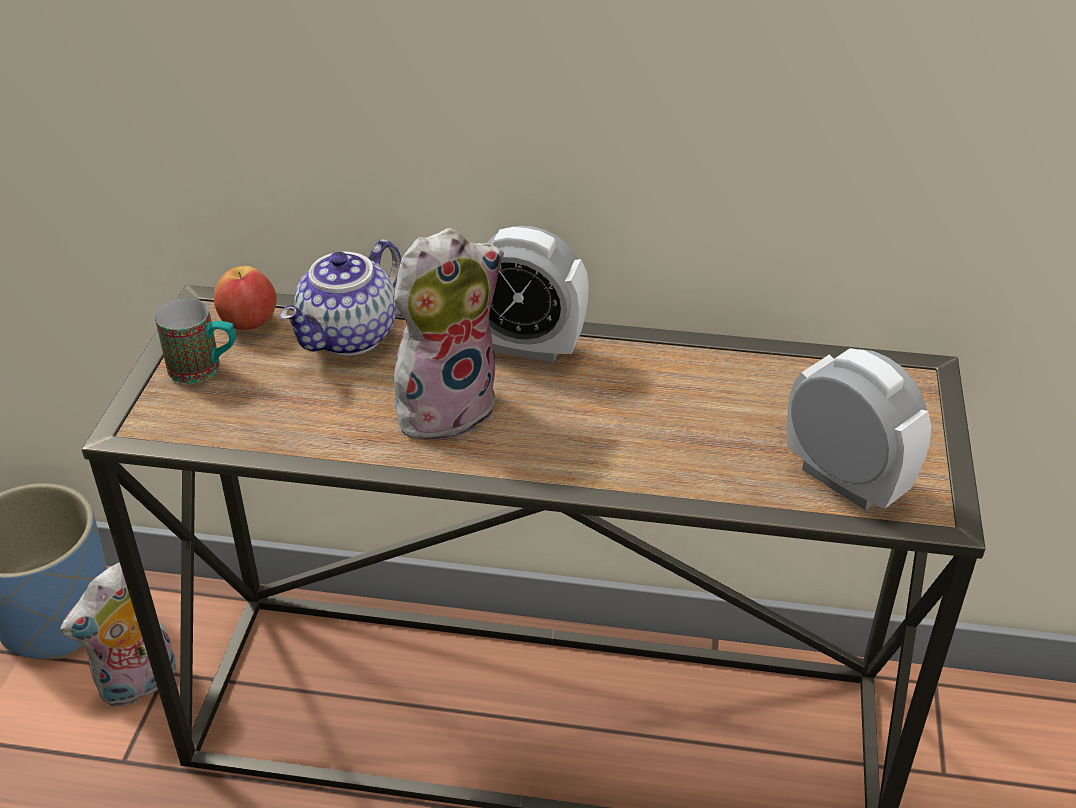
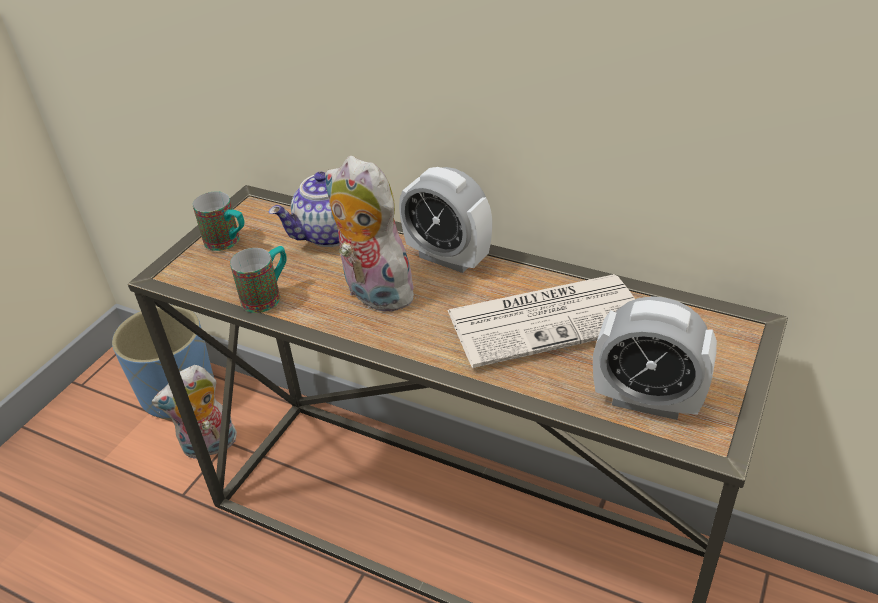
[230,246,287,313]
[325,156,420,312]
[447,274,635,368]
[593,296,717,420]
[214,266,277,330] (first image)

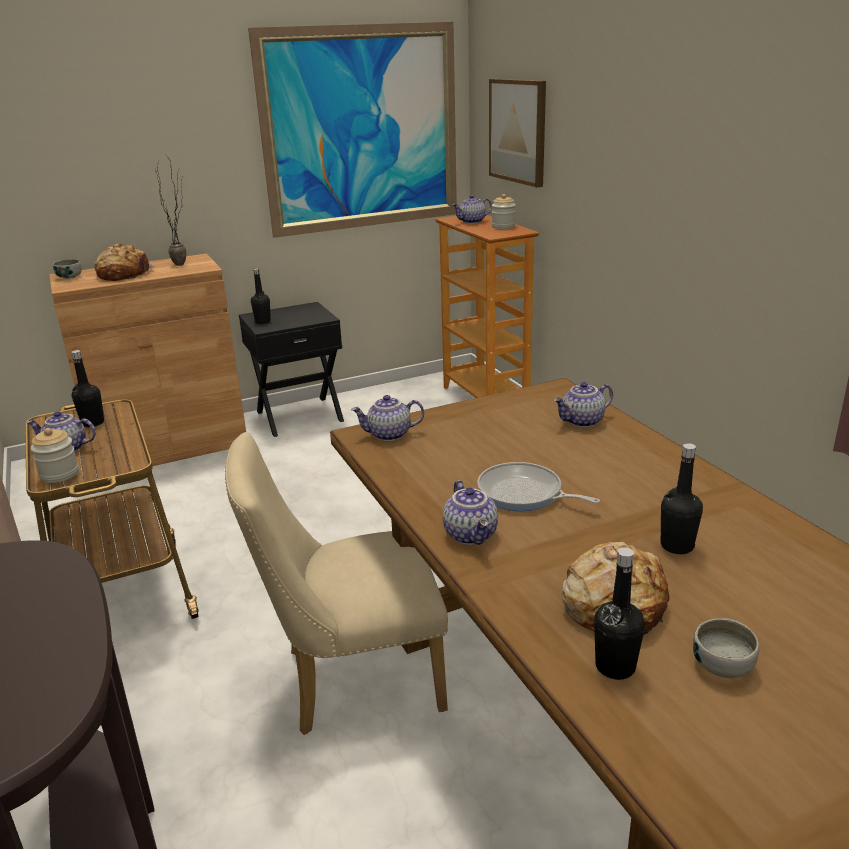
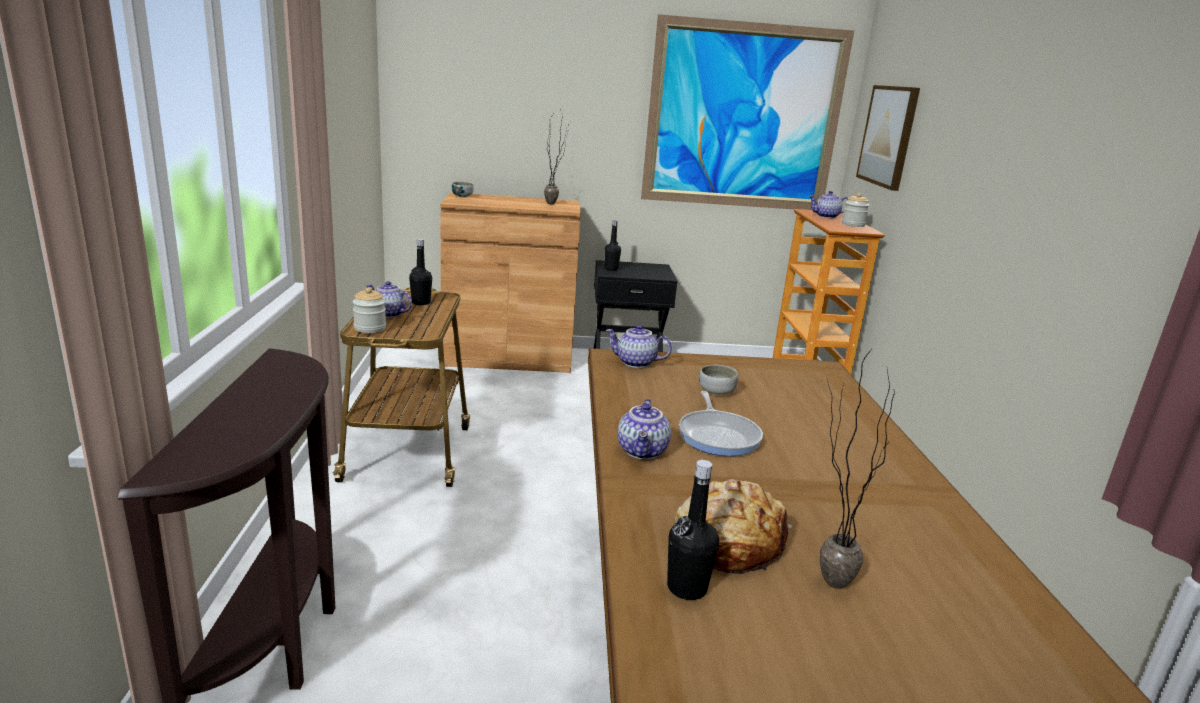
[679,391,763,456]
[699,365,738,395]
[820,349,895,589]
[94,244,157,281] (first image)
[225,432,448,735] (first image)
[553,382,613,428] (first image)
[661,443,703,554] (first image)

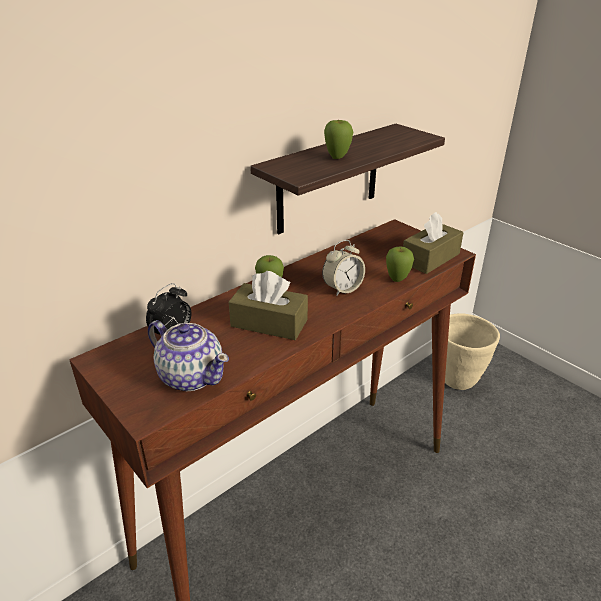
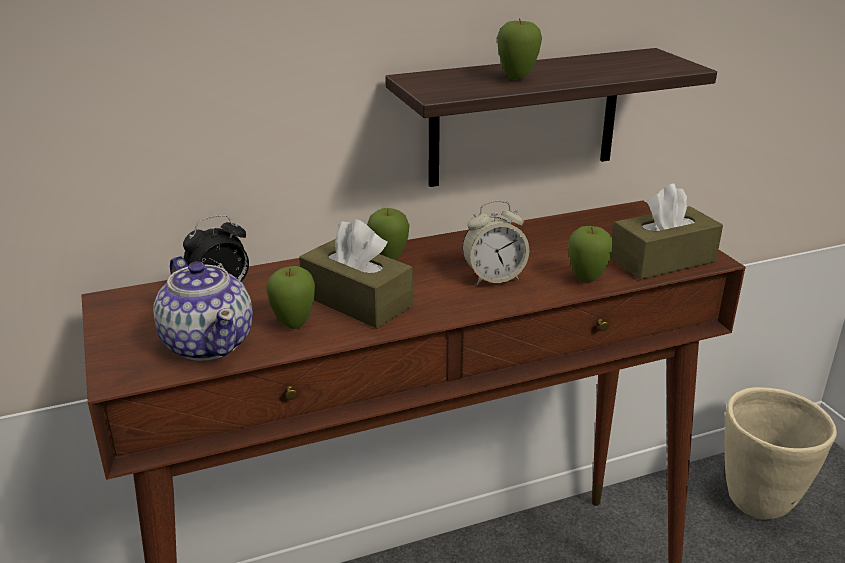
[266,266,315,329]

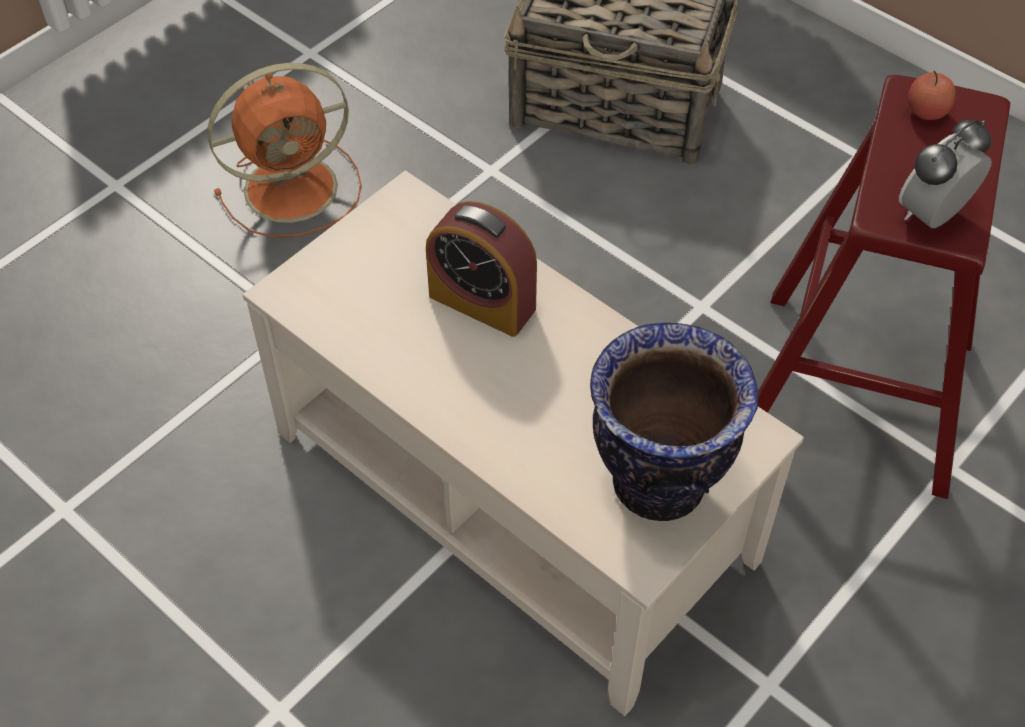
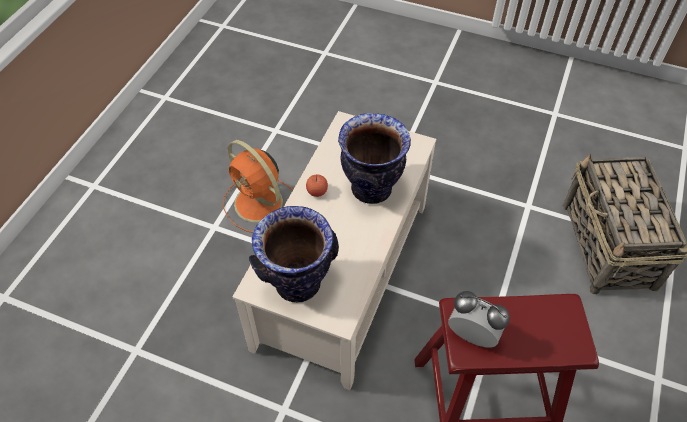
[223,140,293,233]
[306,174,328,197]
[338,113,411,204]

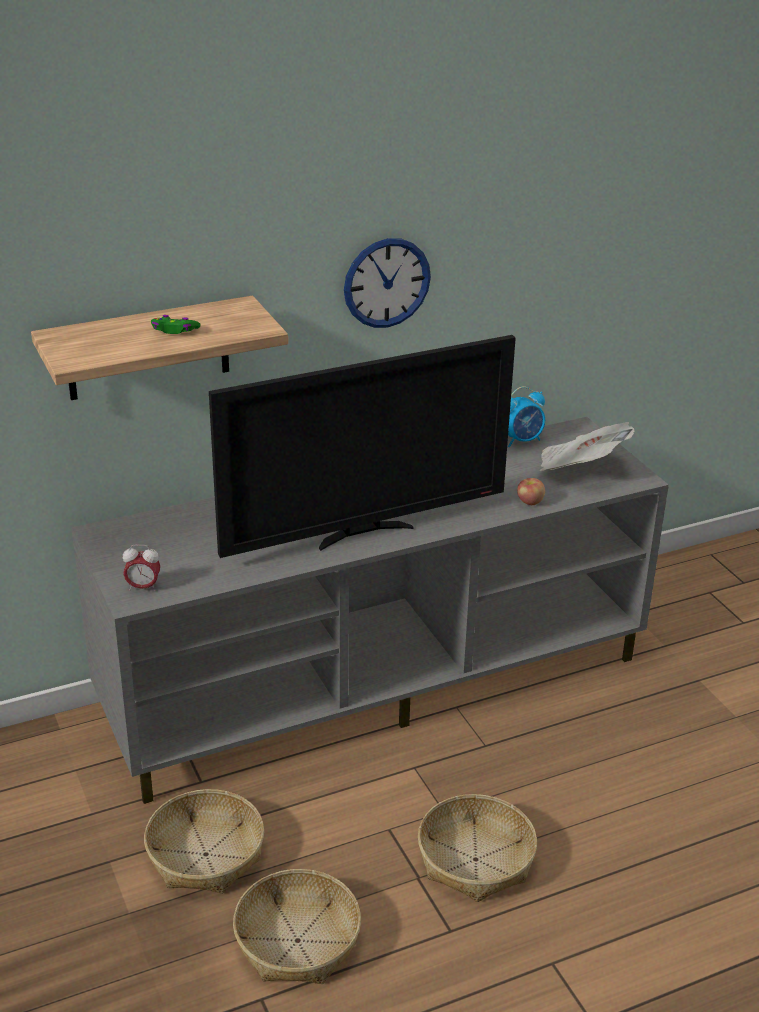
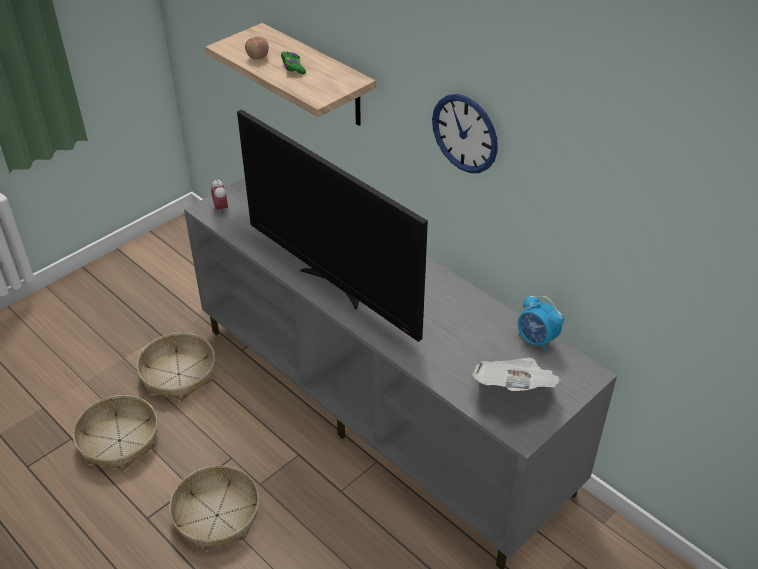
[245,37,269,59]

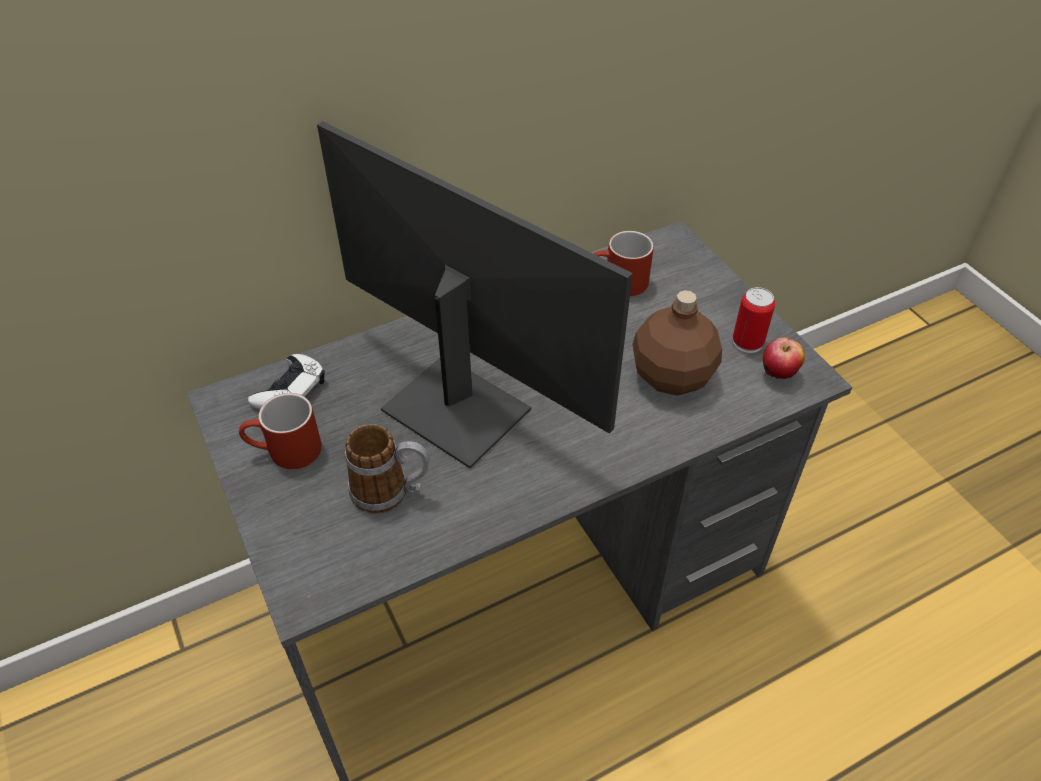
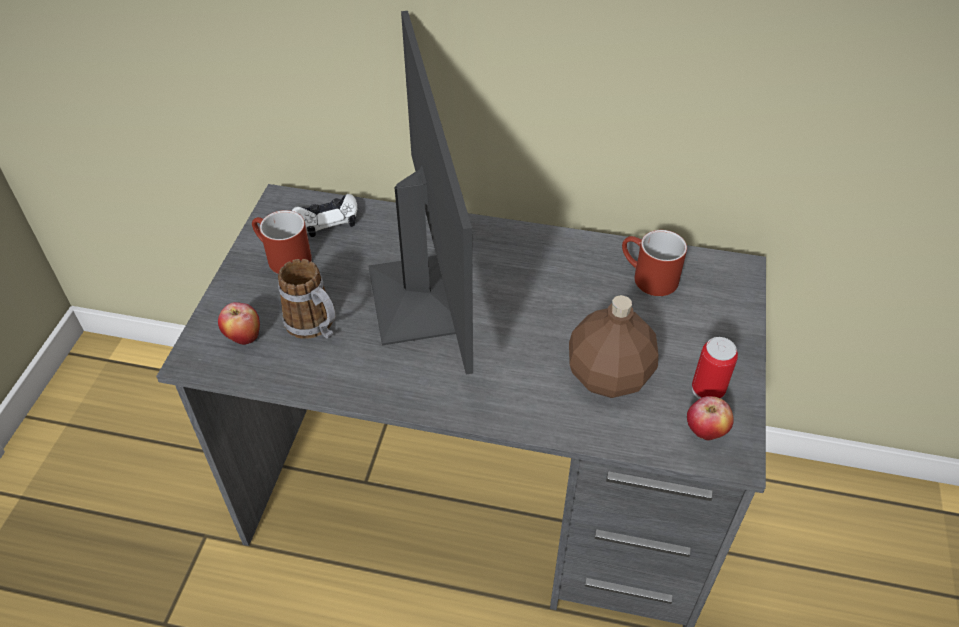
[218,302,260,345]

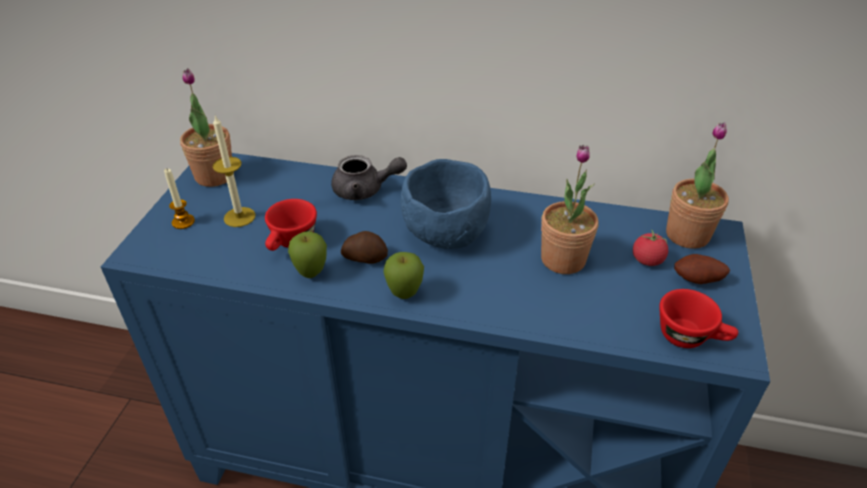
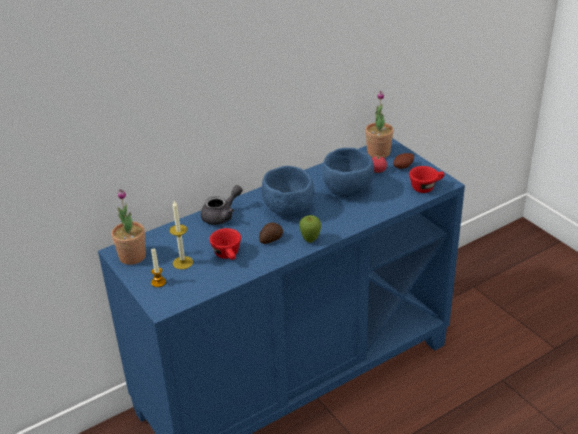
[322,148,374,198]
[288,232,327,278] (first image)

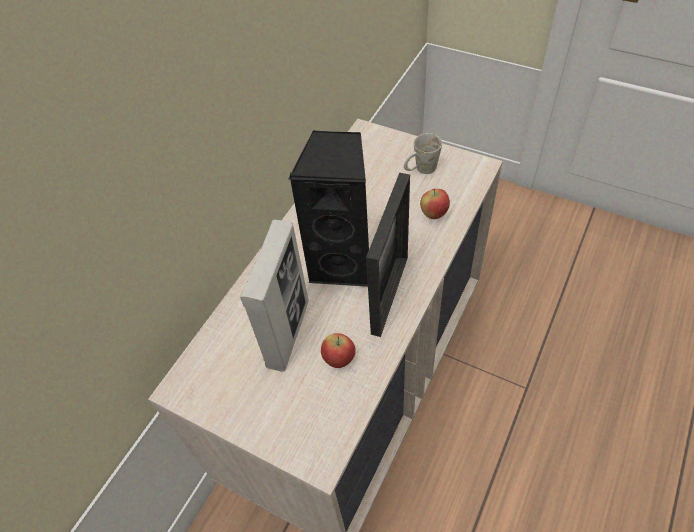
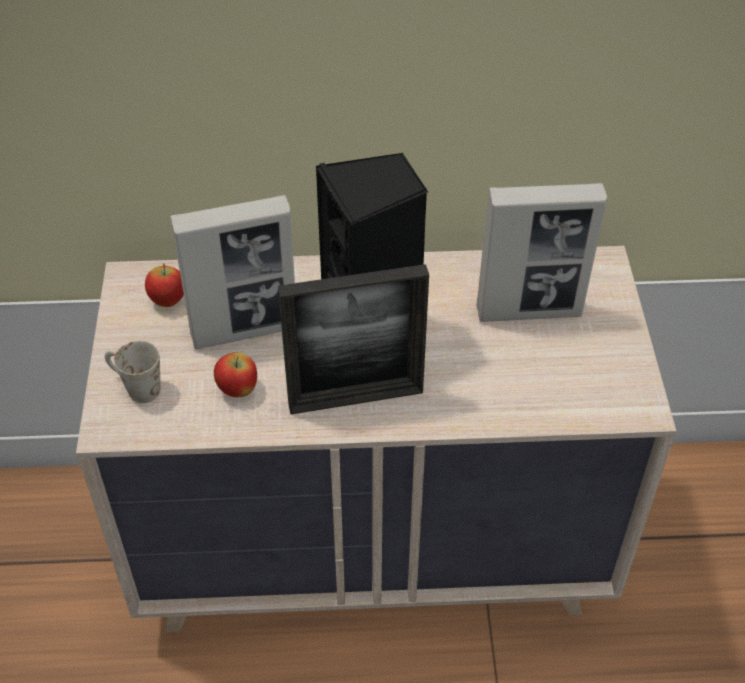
[105,341,161,403]
[145,263,184,307]
[476,183,607,322]

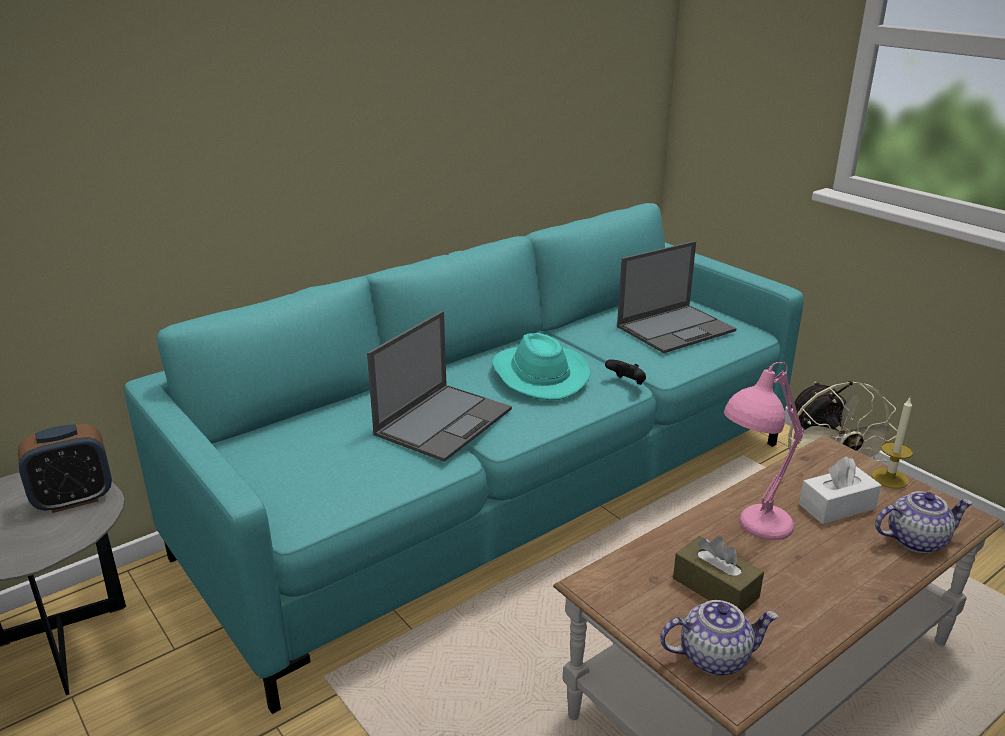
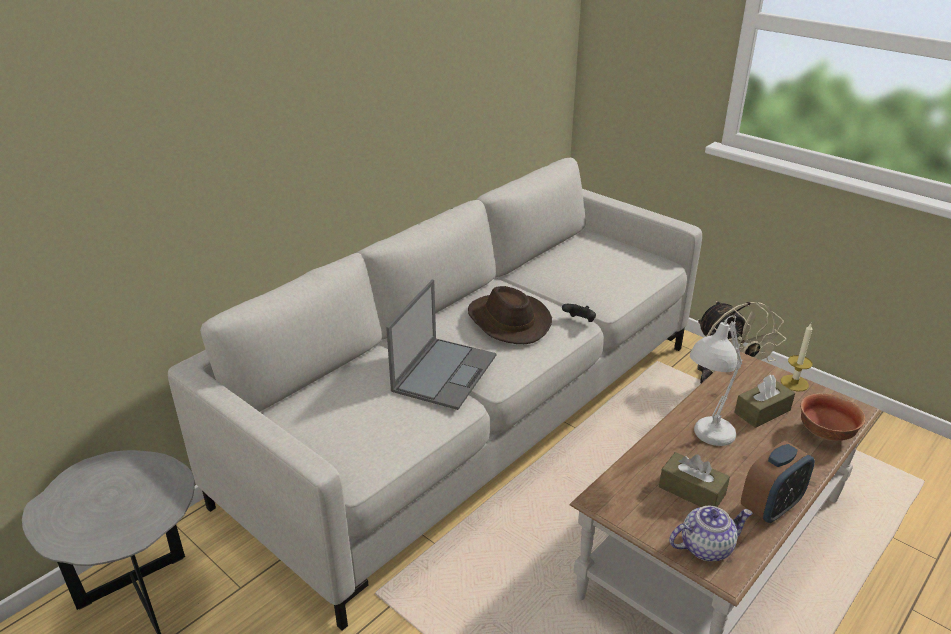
[168,158,702,631]
[468,286,552,344]
[690,316,743,446]
[734,374,795,428]
[741,441,815,523]
[800,393,865,441]
[617,241,737,353] (first image)

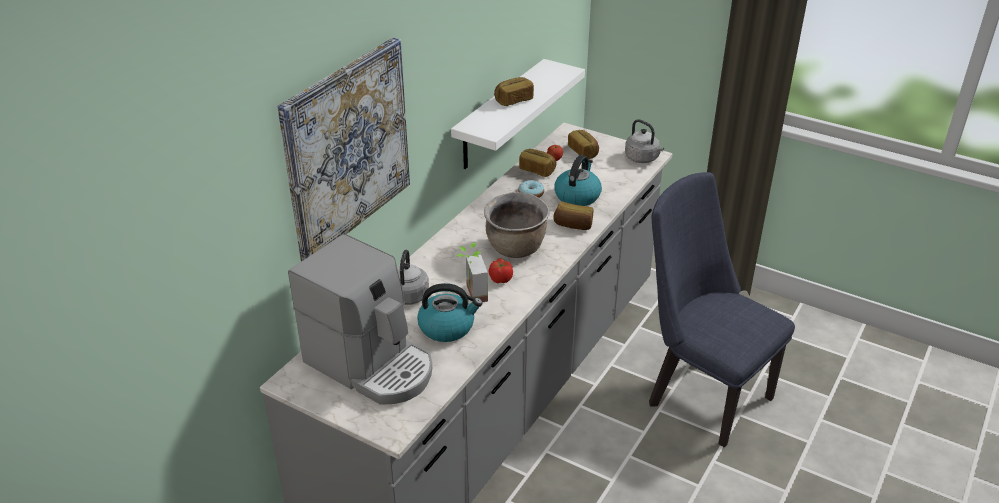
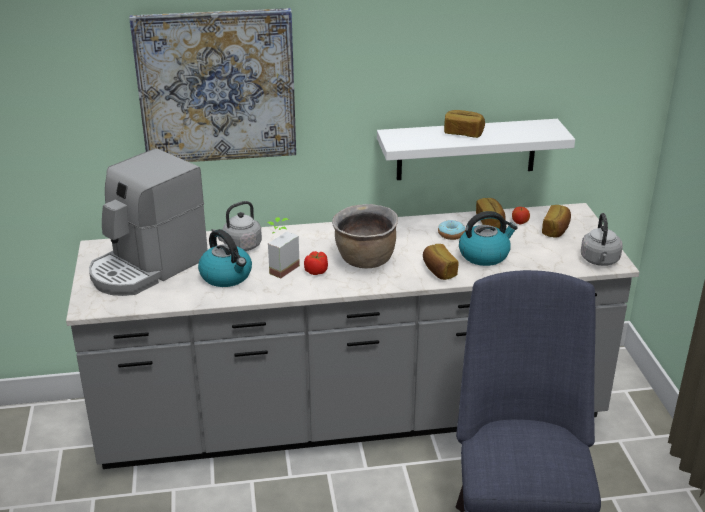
[89,148,208,296]

